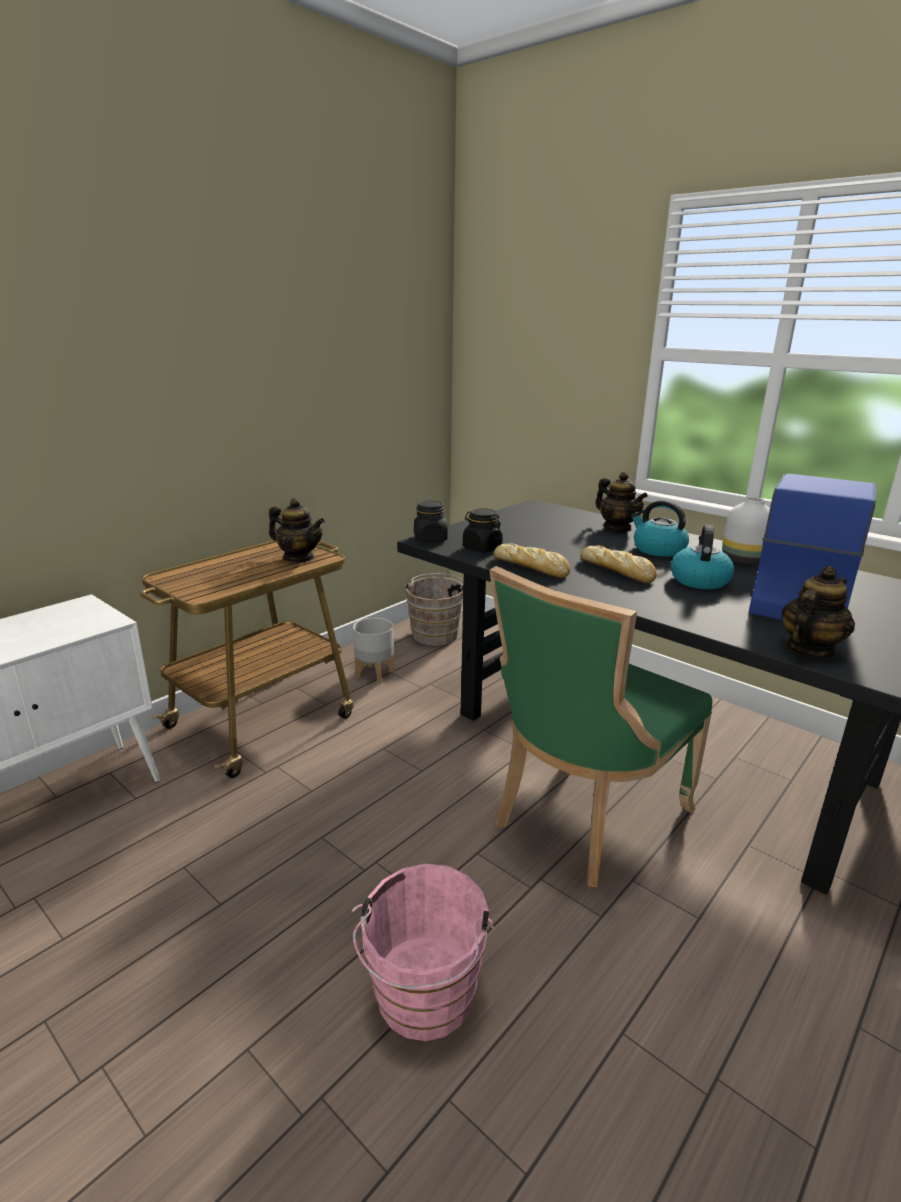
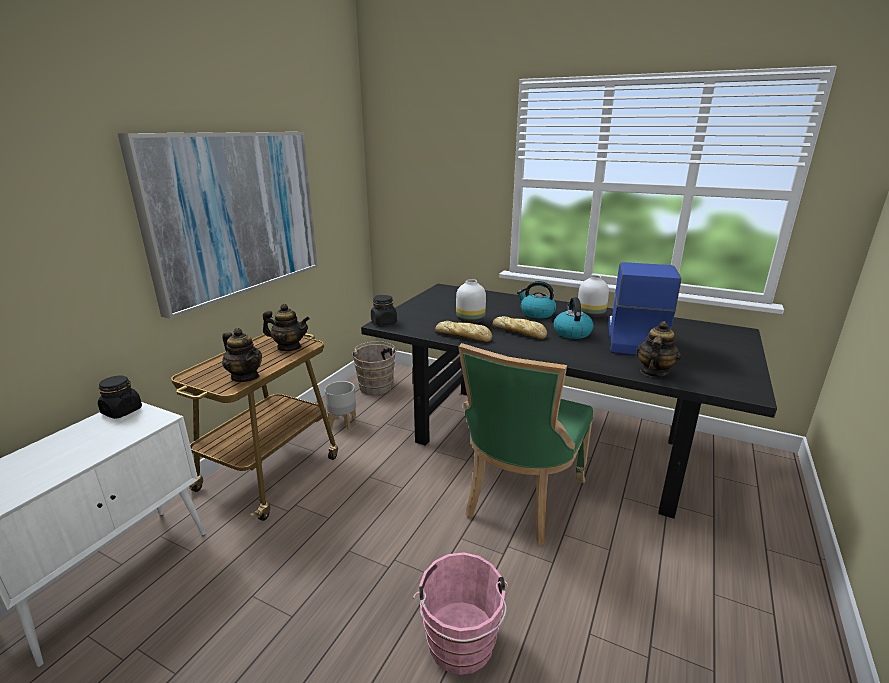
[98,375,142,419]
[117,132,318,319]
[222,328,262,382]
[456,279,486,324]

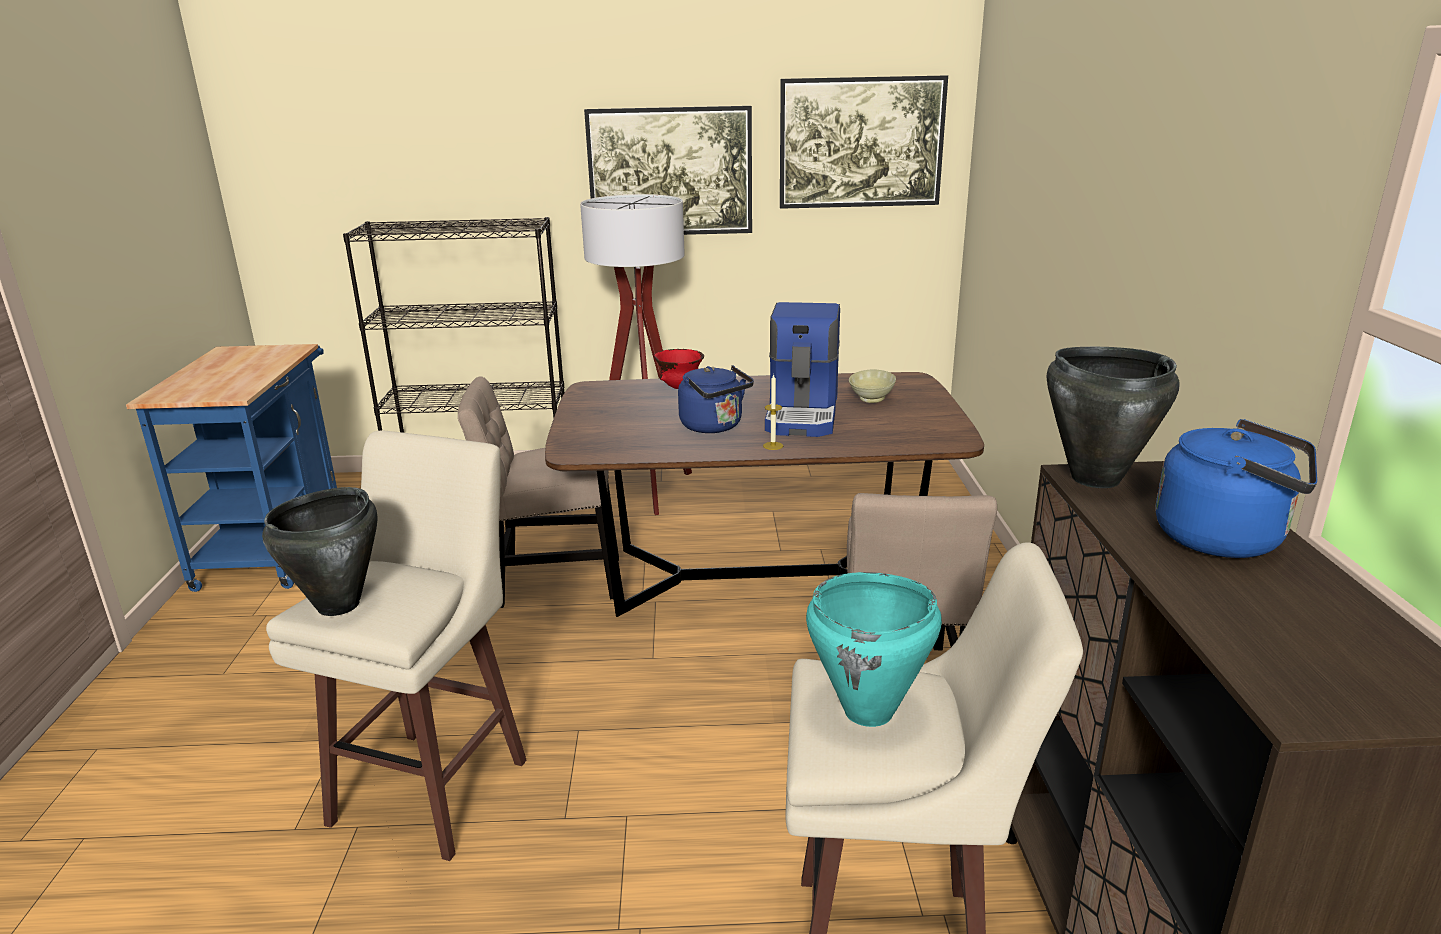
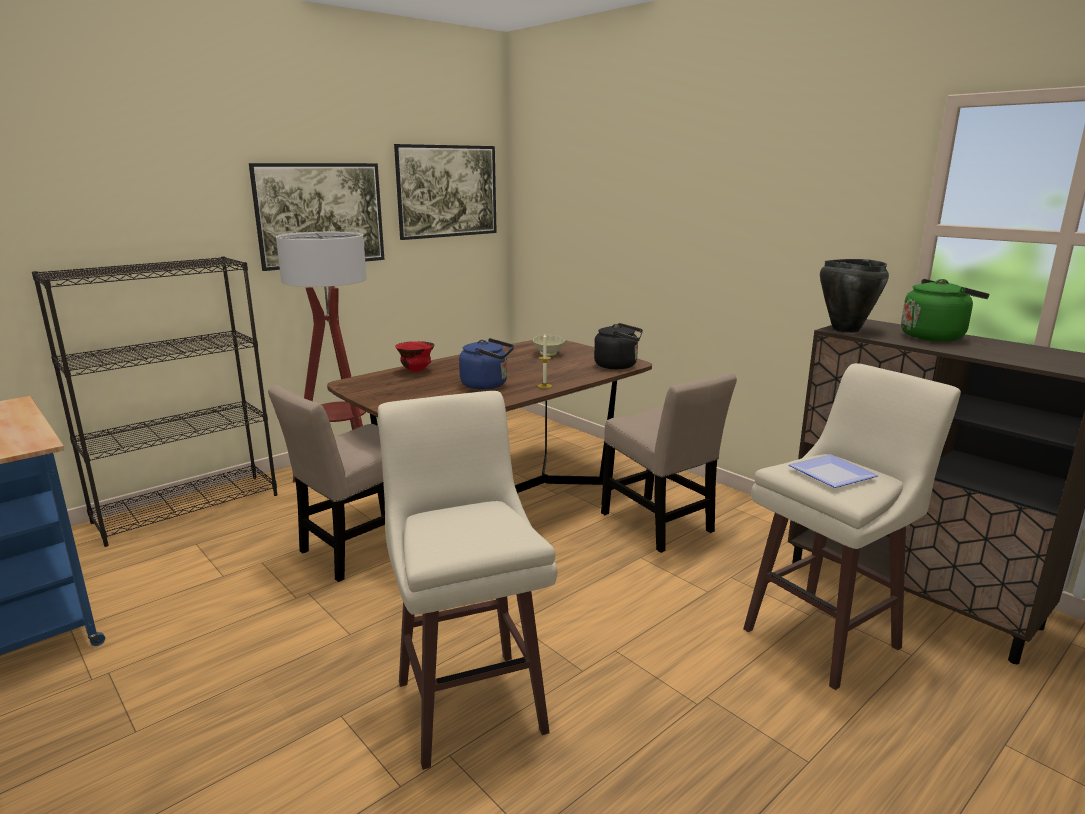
[594,323,643,369]
[788,454,879,488]
[901,279,989,342]
[262,487,378,616] (first image)
[765,302,840,437] (first image)

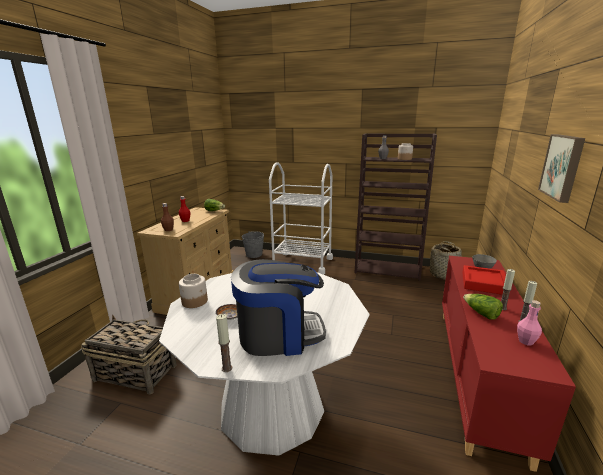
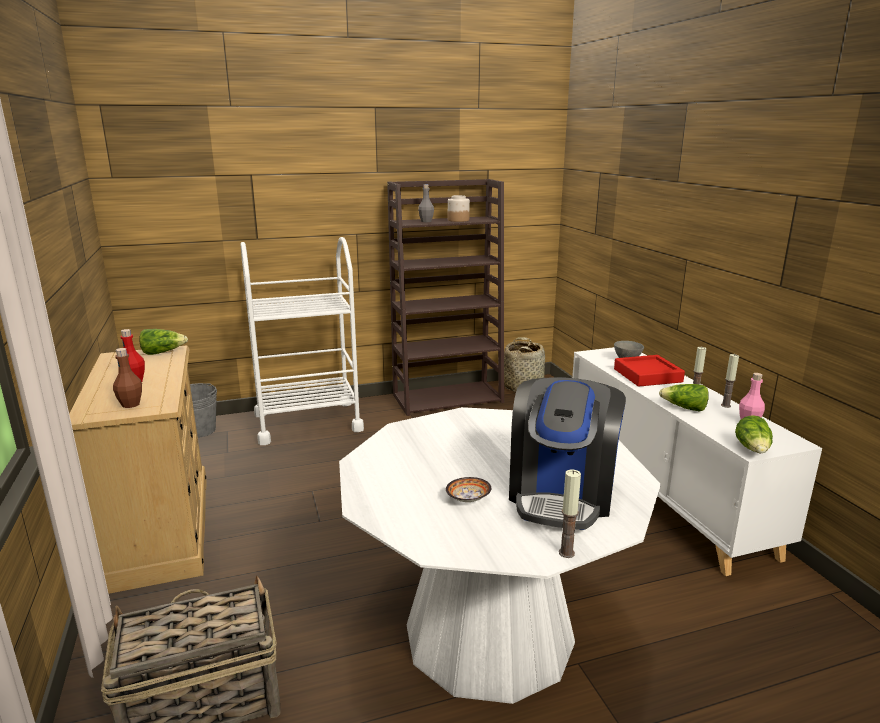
[509,377,626,530]
[572,347,822,576]
[735,415,773,453]
[179,274,208,308] (first image)
[538,134,585,203] (first image)

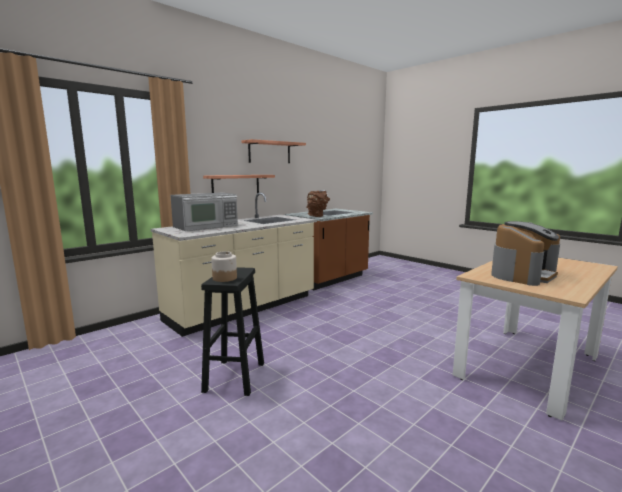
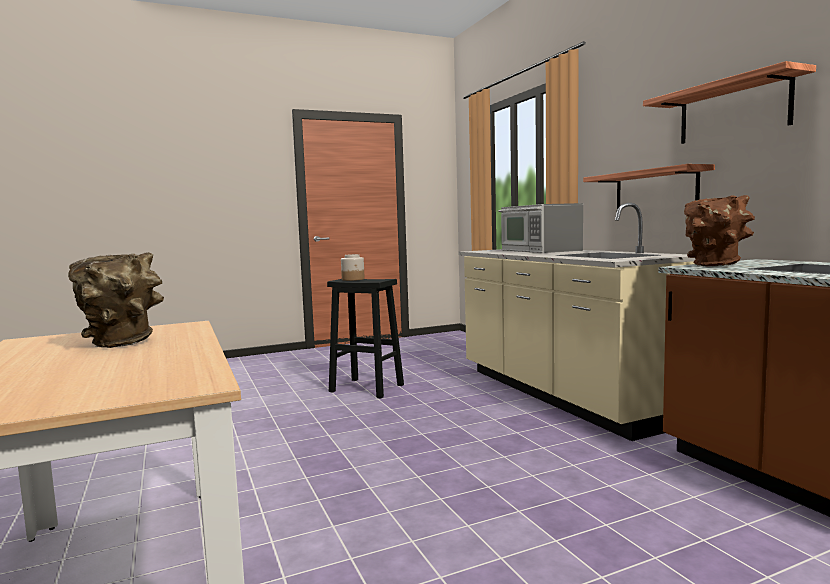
[68,252,164,348]

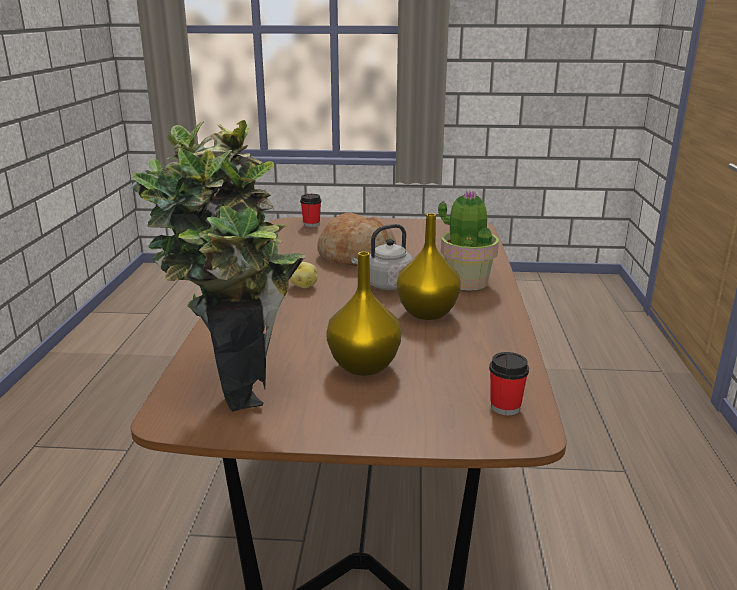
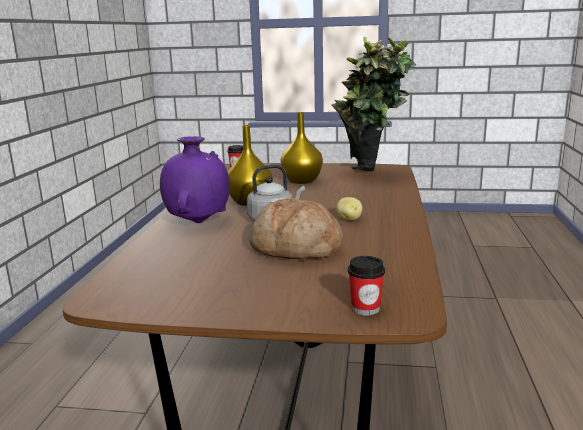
[160,136,230,223]

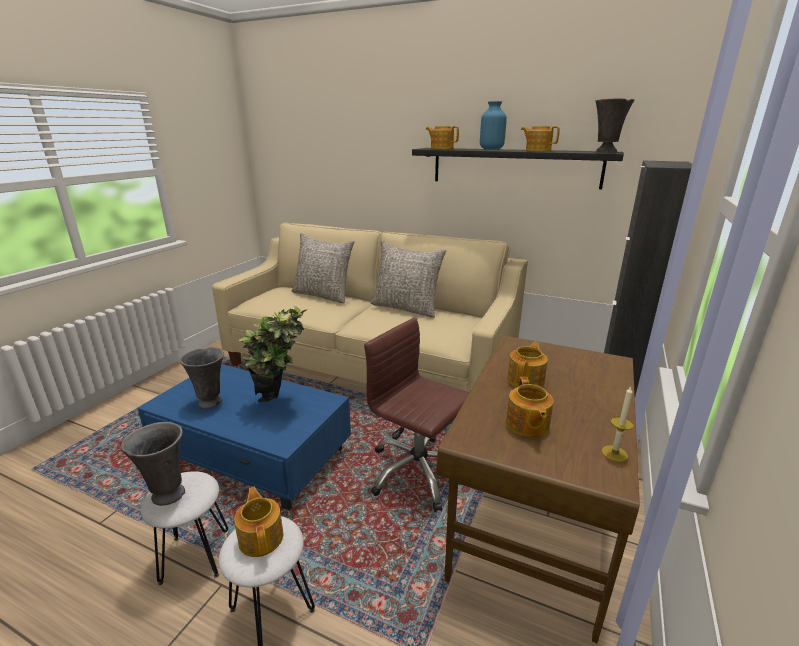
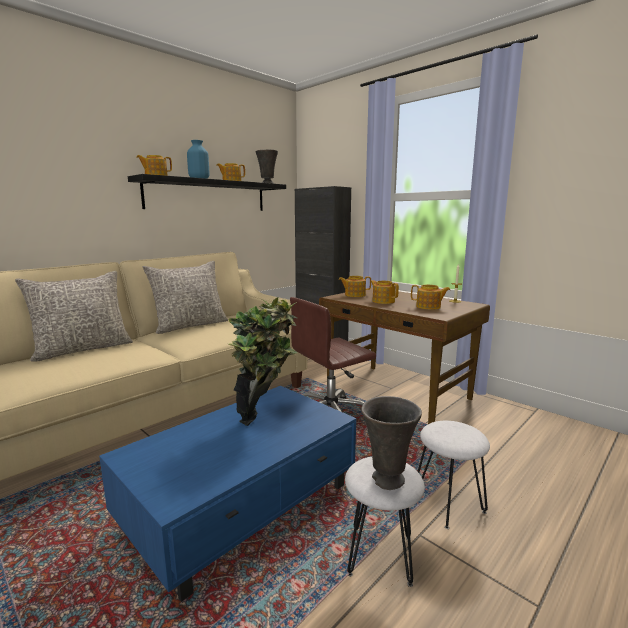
[339,276,371,297]
[180,347,224,409] (first image)

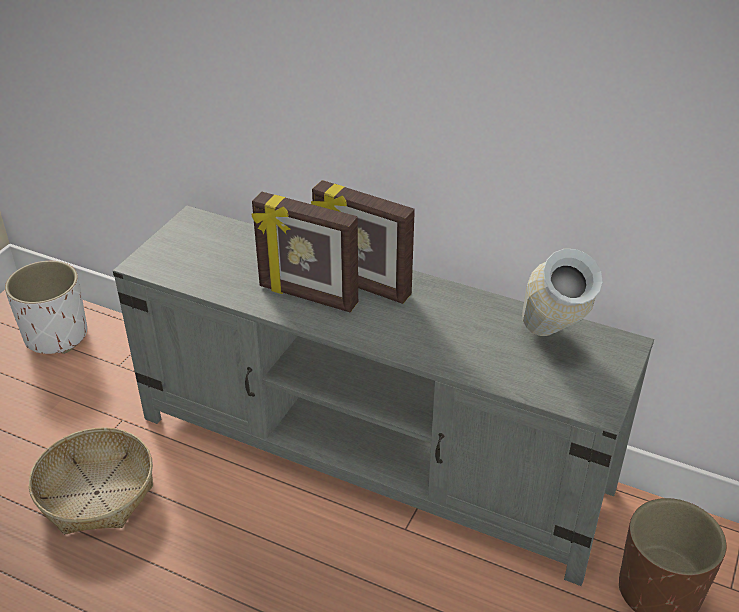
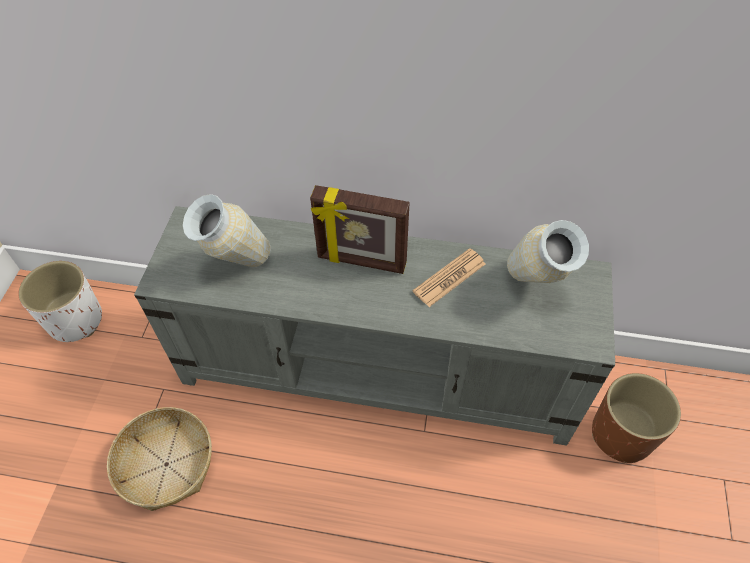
[183,194,271,267]
[413,248,485,307]
[251,192,358,312] (first image)

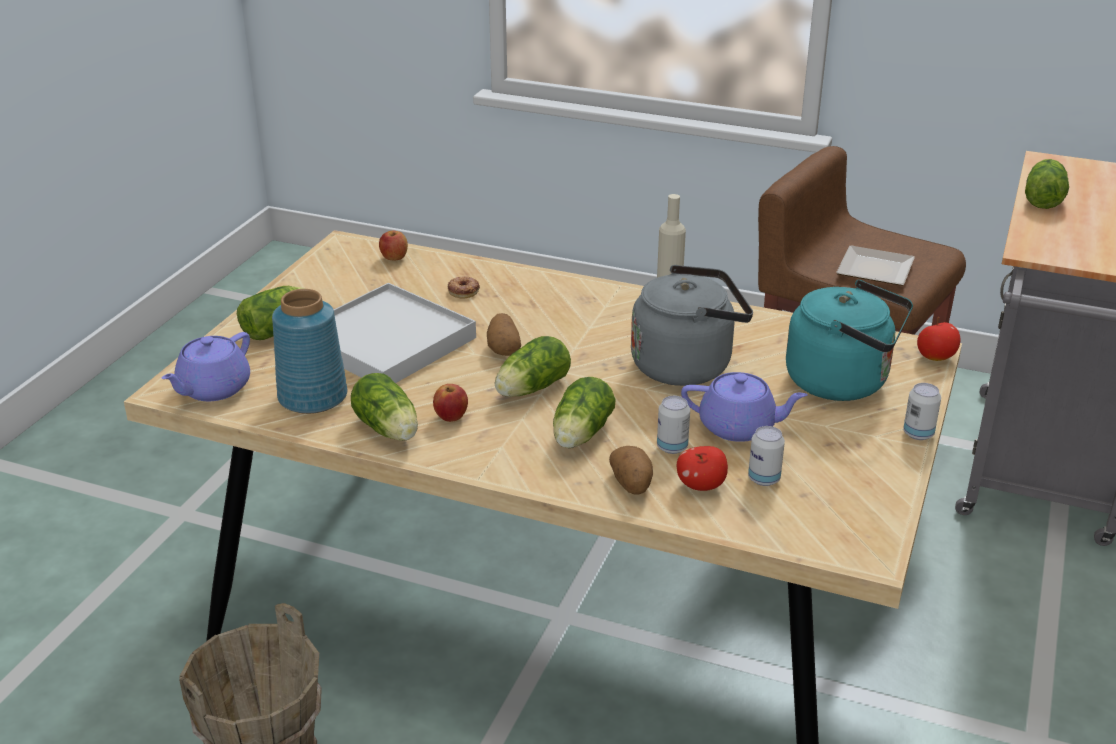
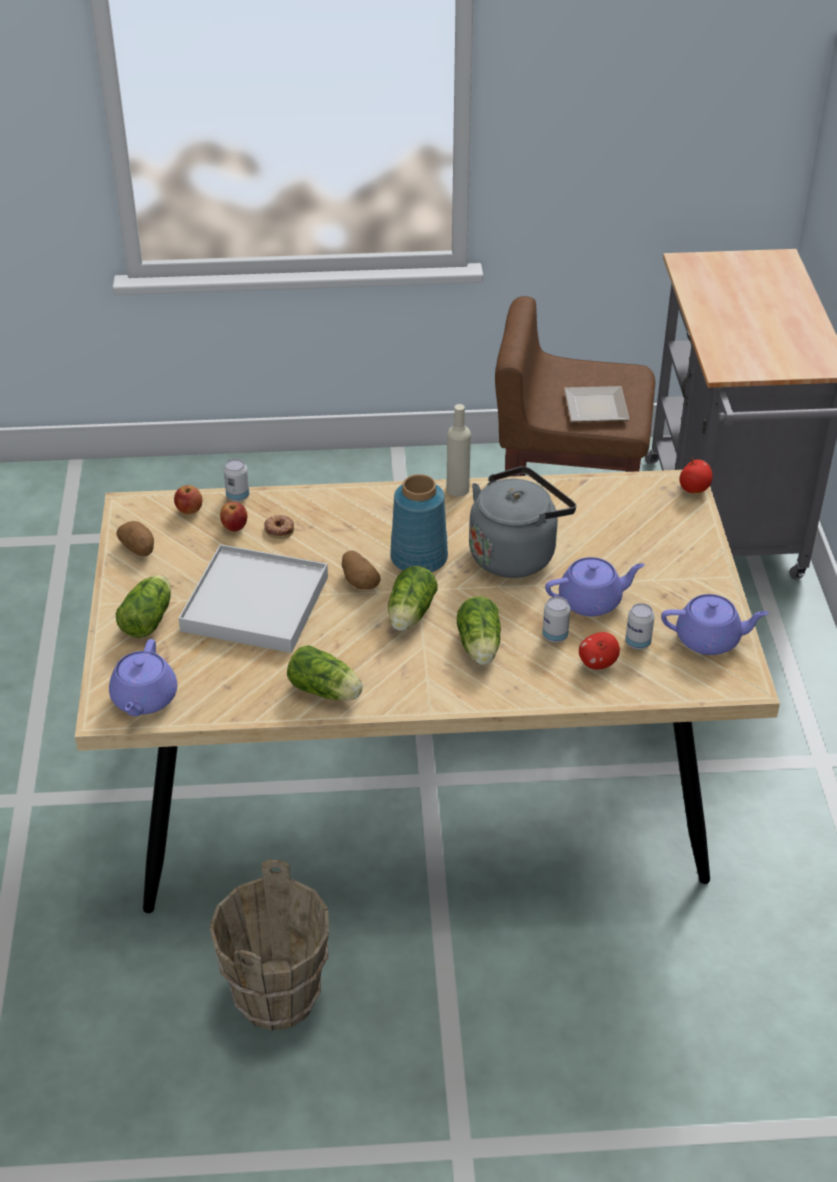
[117,521,154,556]
[220,502,247,532]
[224,459,249,502]
[390,474,448,573]
[661,594,769,655]
[786,280,913,401] (first image)
[1025,159,1069,209] (first image)

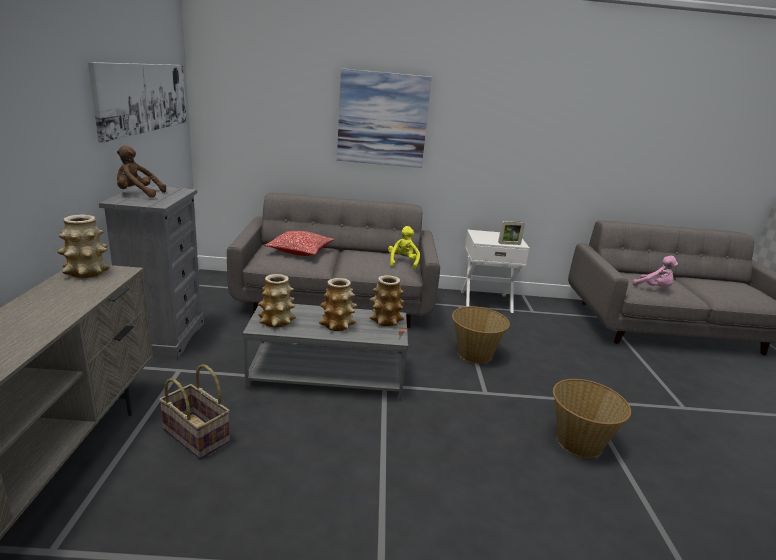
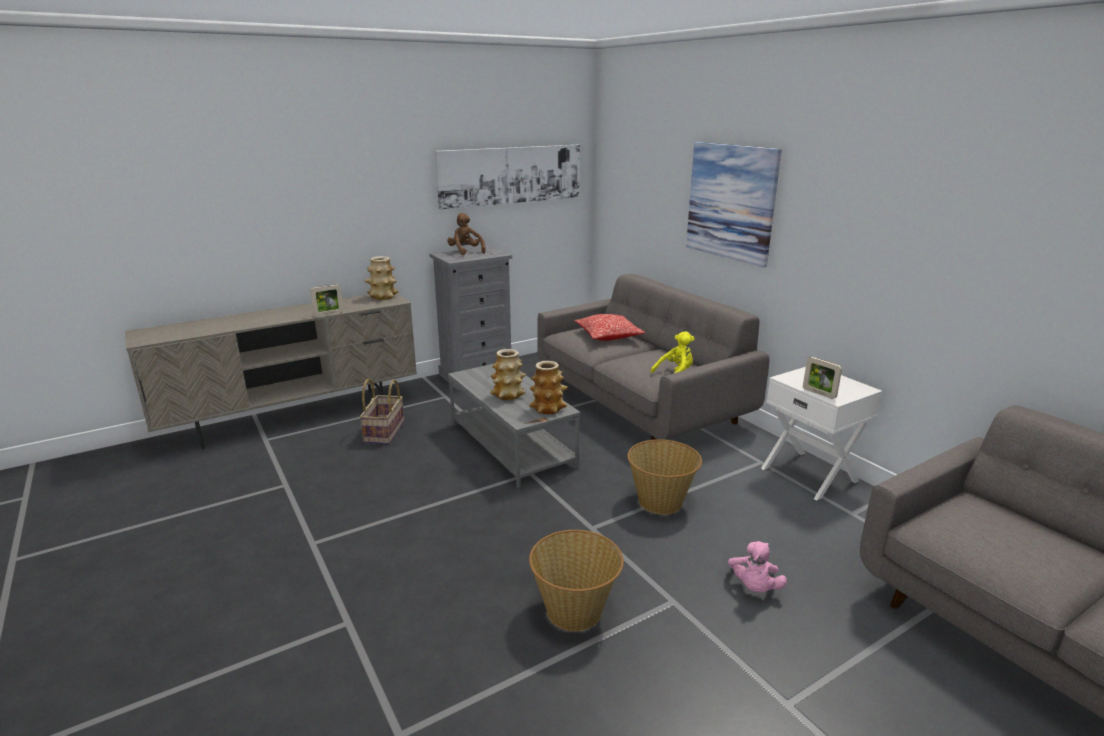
[310,284,343,317]
[728,541,787,593]
[258,274,296,328] (first image)

